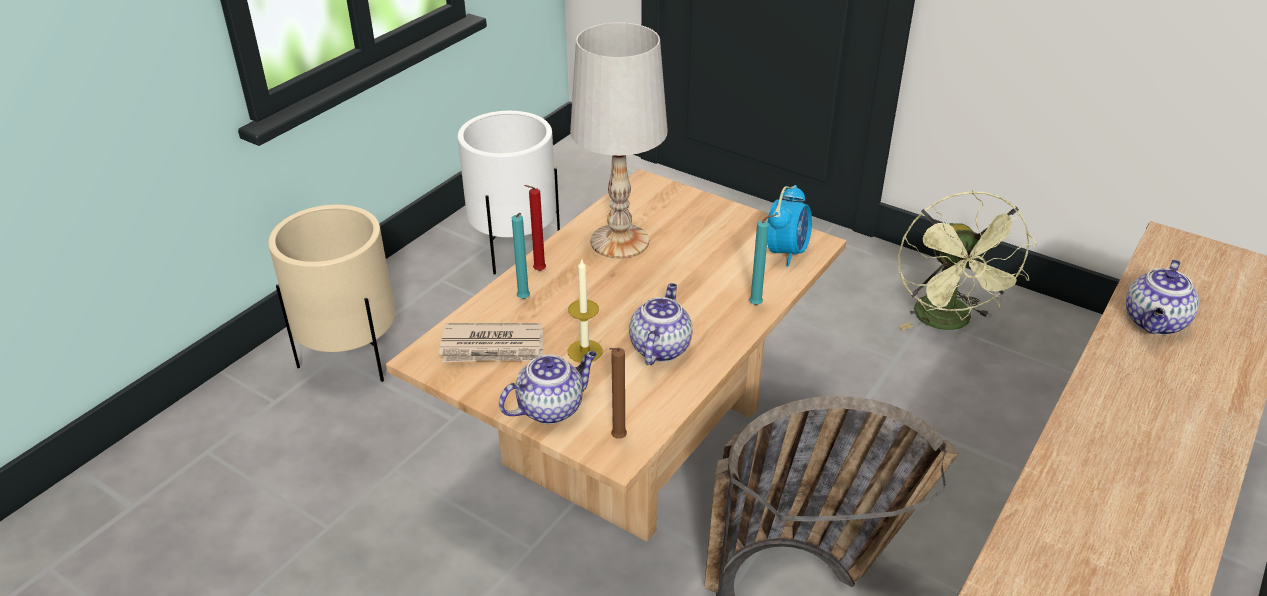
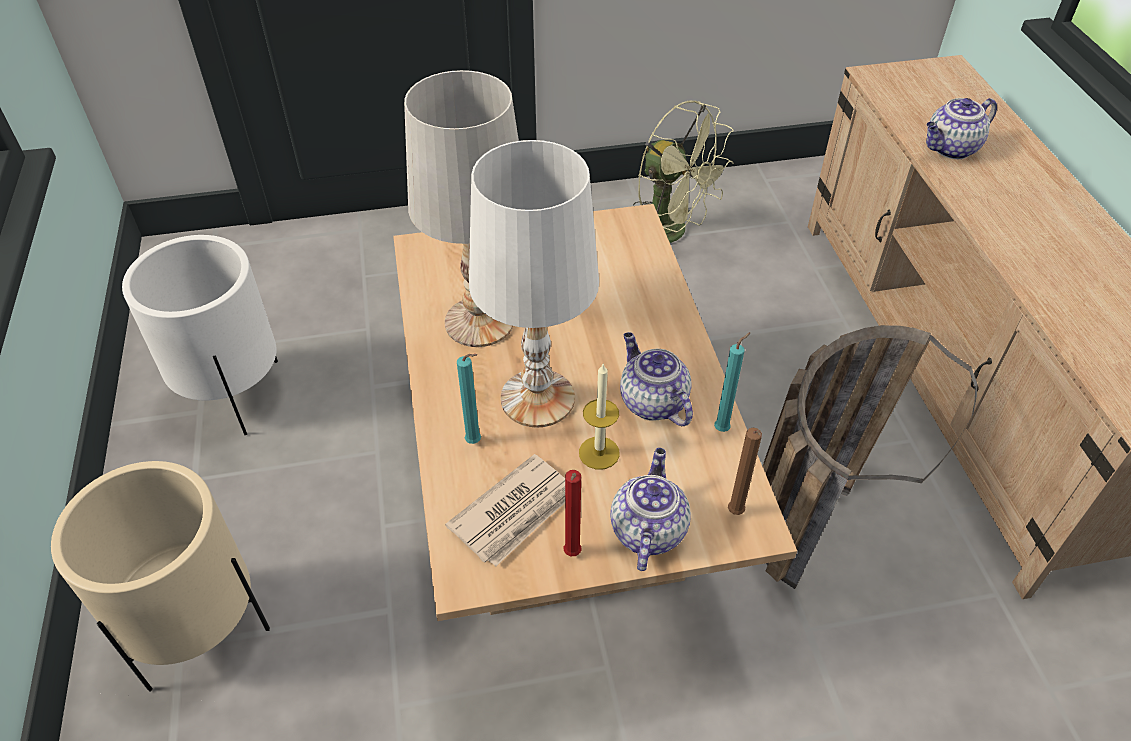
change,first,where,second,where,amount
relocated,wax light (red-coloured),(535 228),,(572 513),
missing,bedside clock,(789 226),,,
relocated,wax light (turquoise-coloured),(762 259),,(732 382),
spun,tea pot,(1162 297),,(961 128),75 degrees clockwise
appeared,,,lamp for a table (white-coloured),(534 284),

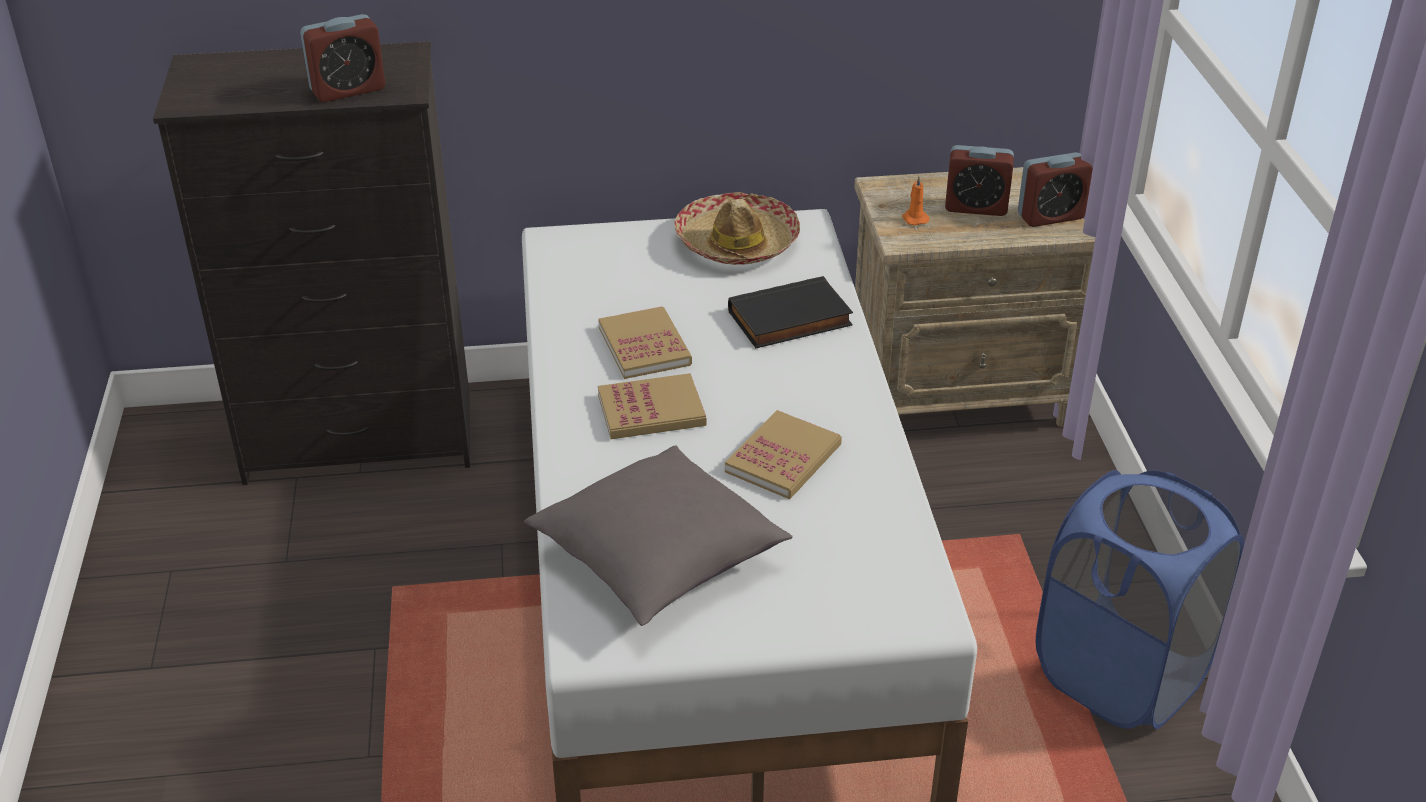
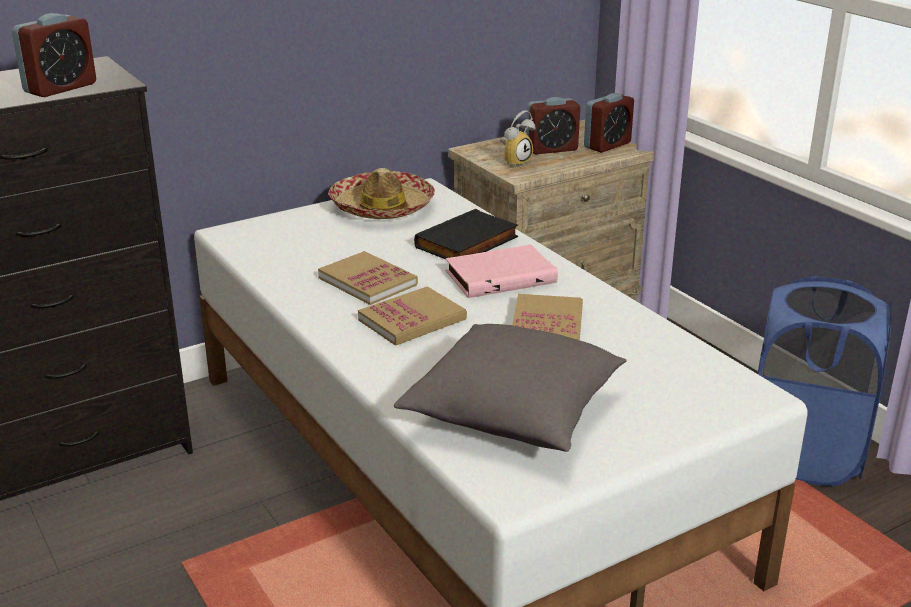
change,first,where,second,where,amount
exchanged,wax light (orange),(916 201),bedside clock,(518 139),
appeared,,,volume (pinkish),(502 271),

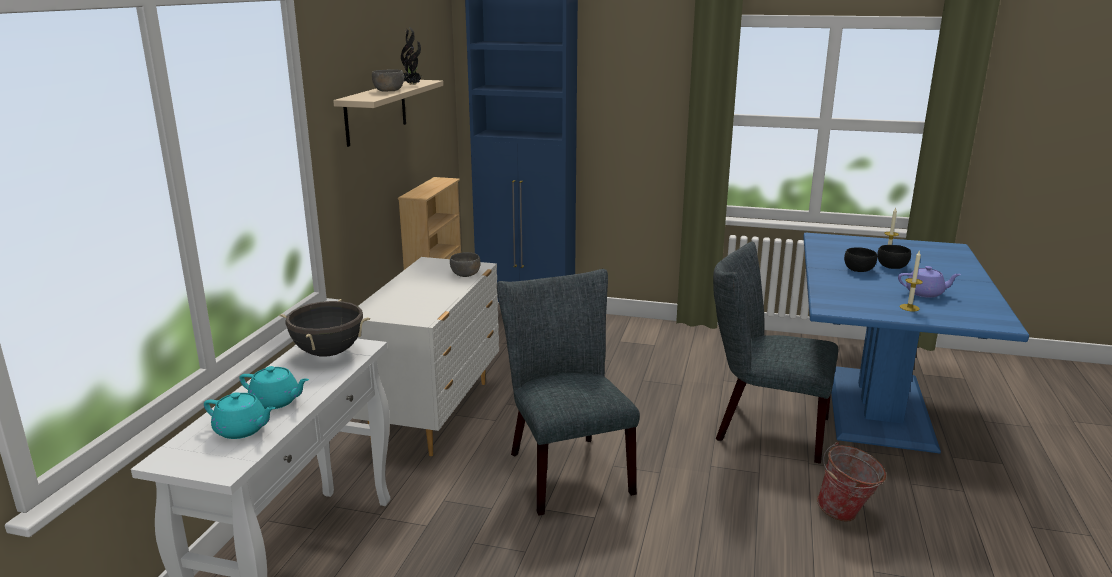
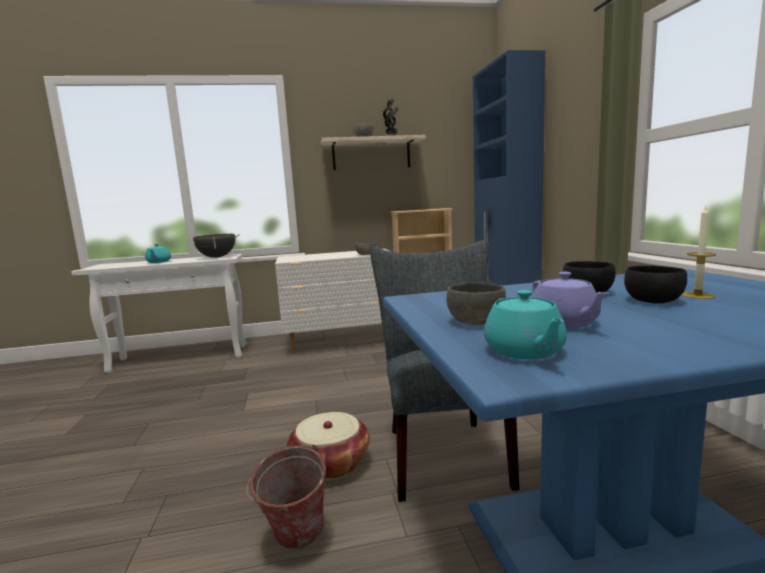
change,first,where,second,where,amount
exchanged,wax light,(911 281),serving bowl (greyish),(476 303),
missing,upright chair (greyish),(568 392),,,
relocated,tea pot (turquoise-coloured),(239 415),,(525 324),
appeared,,,basket,(328 446),

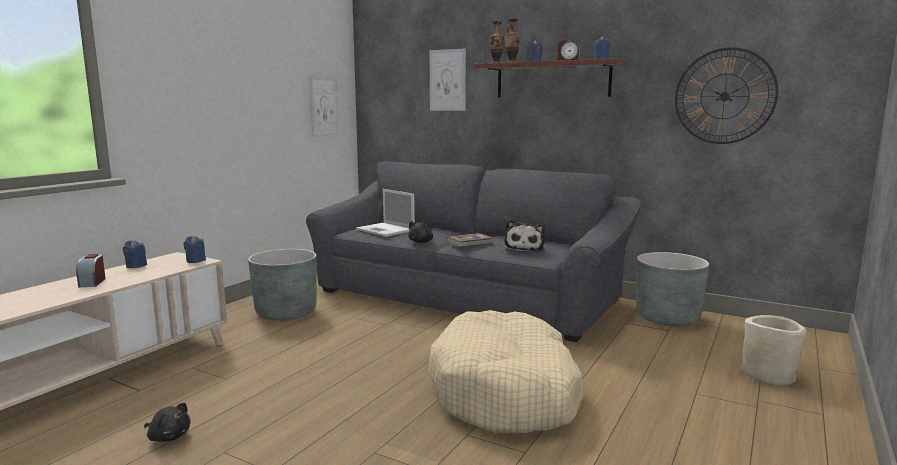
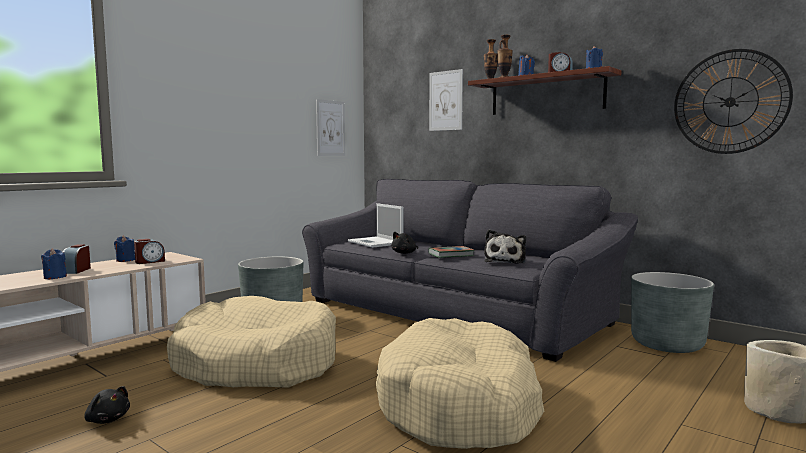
change,first,where,second,where,amount
relocated,wax light (blue-coloured),(195 249),,(54 263),
appeared,,,bedside clock,(149 251),
appeared,,,pet bed (sand-coloured),(251 342),

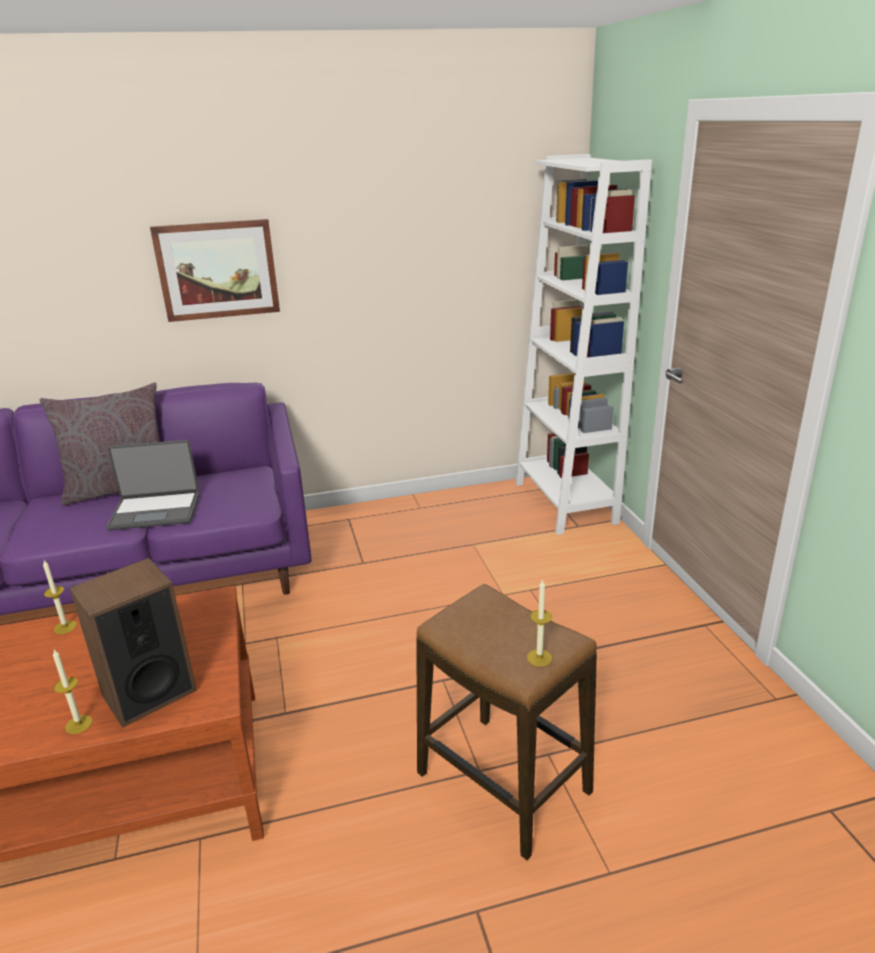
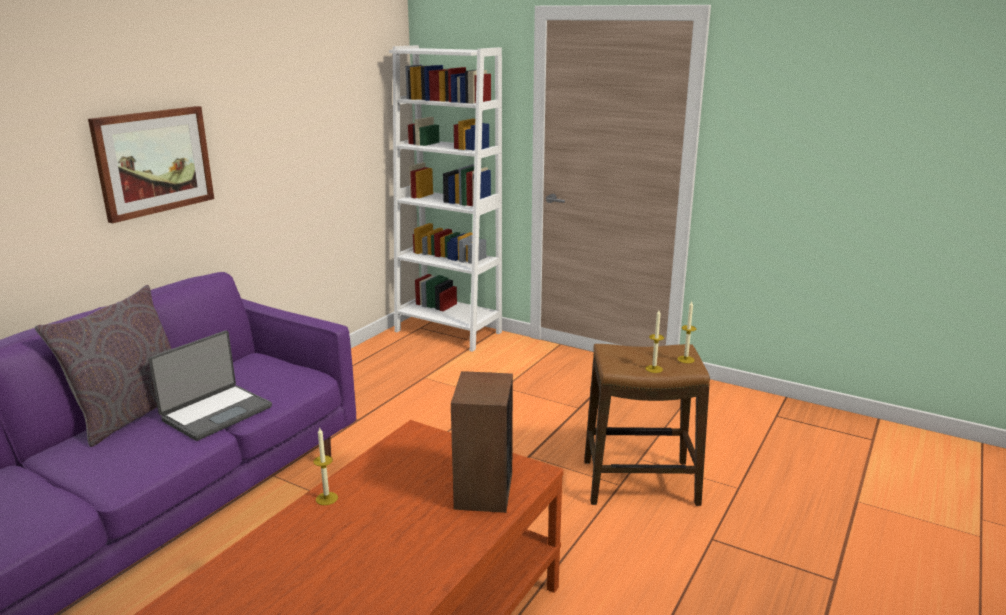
change,first,where,second,where,amount
relocated,wax light,(73 692),,(655 341),

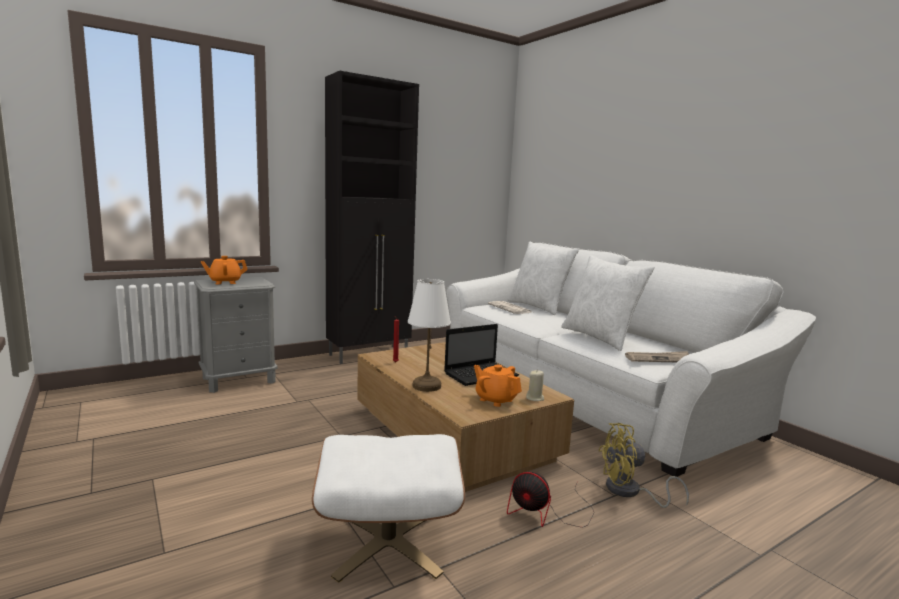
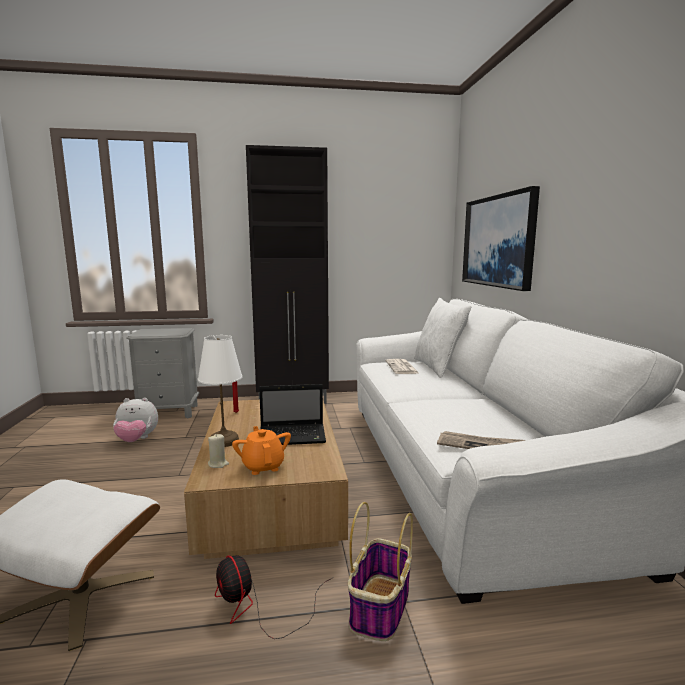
change,first,where,second,where,amount
missing,pillow (white-coloured),(608 303),,,
missing,tea pot (orange),(224 270),,,
relocated,wax light (sand-coloured),(535 385),,(218 451),
exchanged,fan (yellow-coloured),(643 465),basket,(380 571),
appeared,,,wall art,(501 238),
appeared,,,plush toy,(135 420),

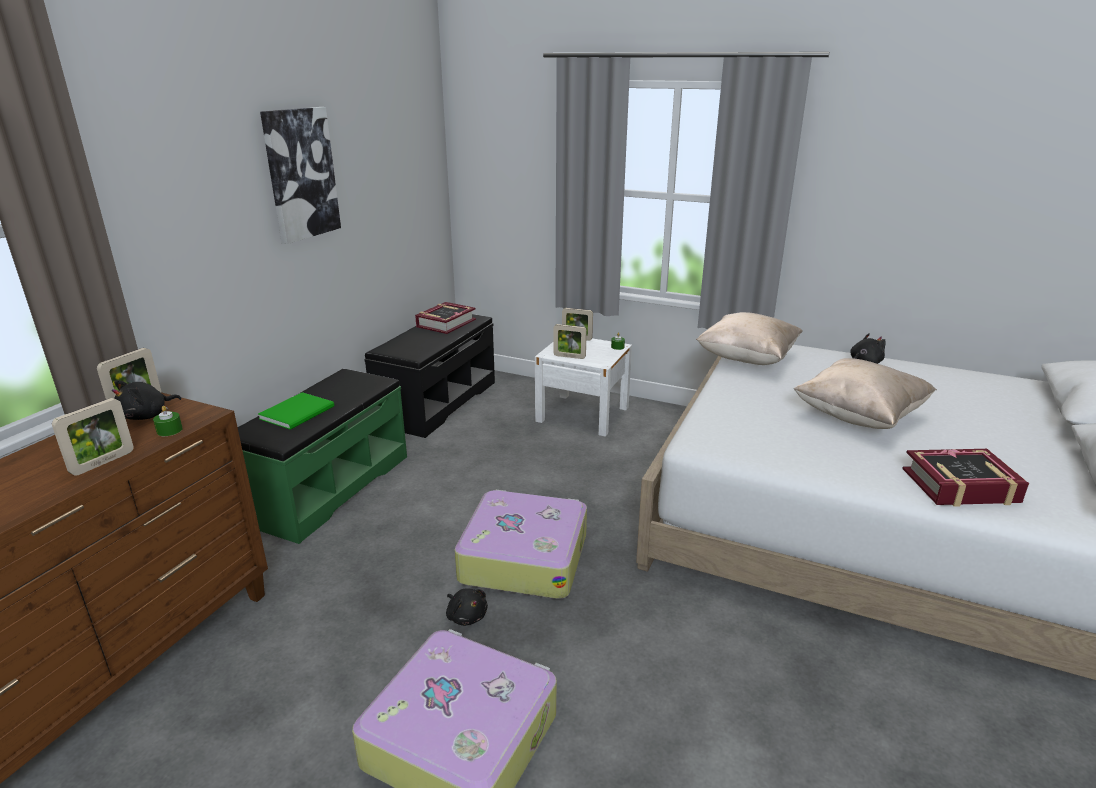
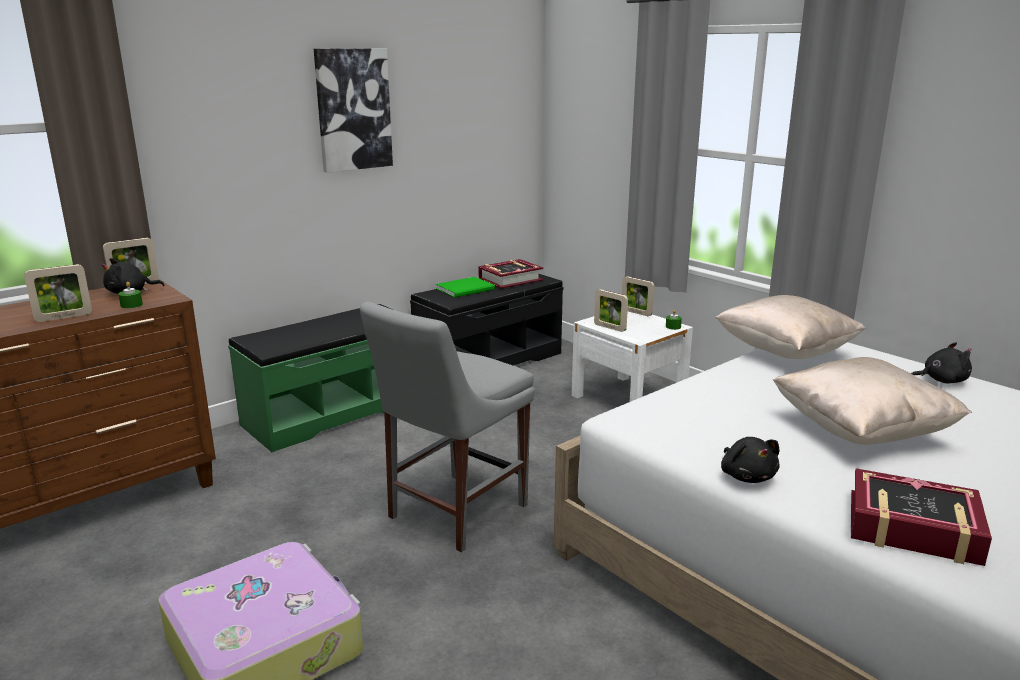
change,first,where,second,where,amount
relocated,volume (greenish),(296 411),,(465 287),
exchanged,suitcase,(521 544),upright chair (greyish),(447 427),
relocated,plush toy (black-coloured),(467 607),,(750 460),

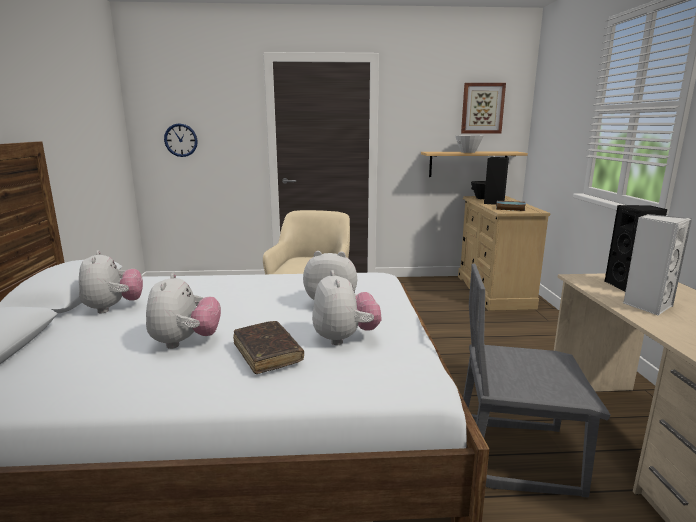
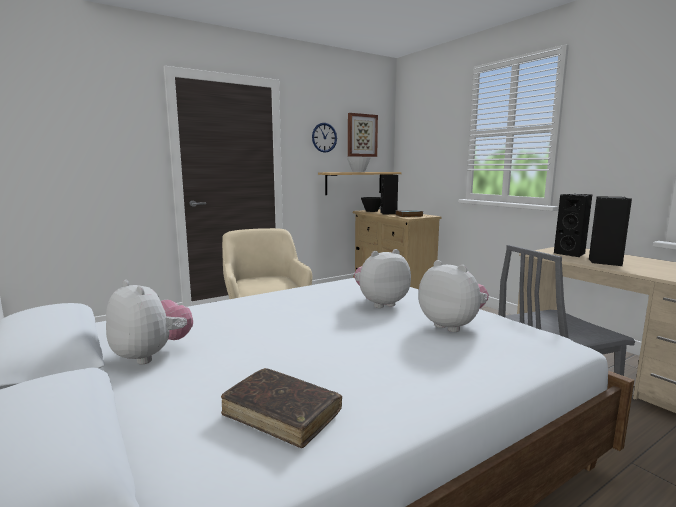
change,first,where,second,where,amount
relocated,clock on the wall,(181 140),,(324 138),
colour,speaker (white-coloured),(657 265),speaker (black-coloured),(610 231),
missing,plush toy,(183 311),,,
relocated,volume (brownish),(268 347),,(281 408),

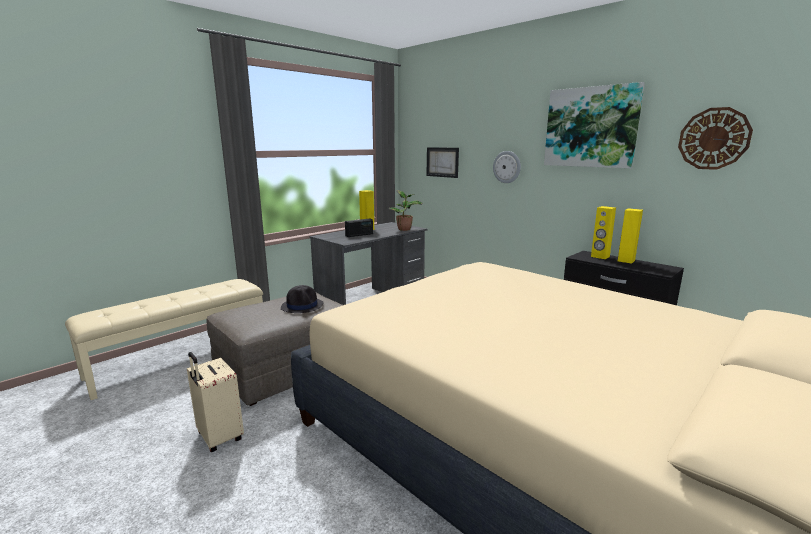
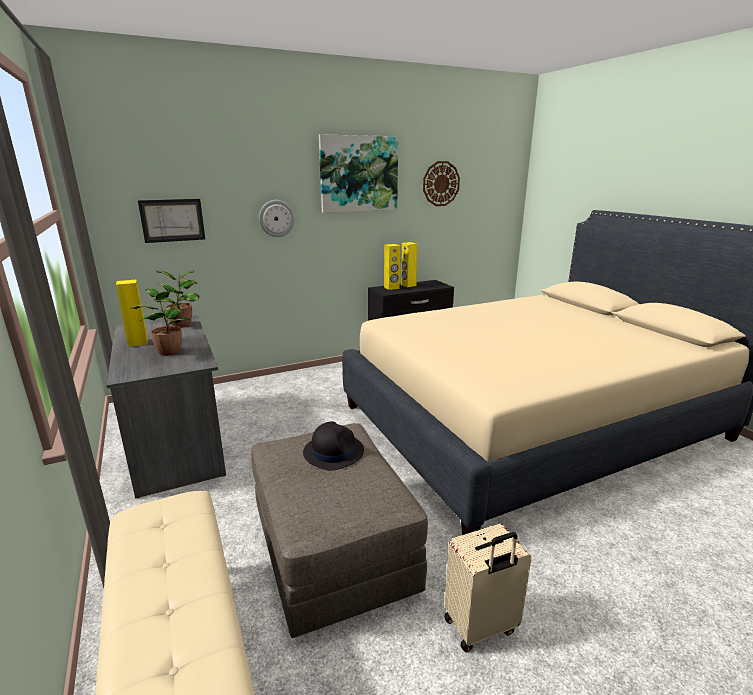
change,first,where,second,where,amount
exchanged,radio set,(359 228),houseplant,(160 322),

